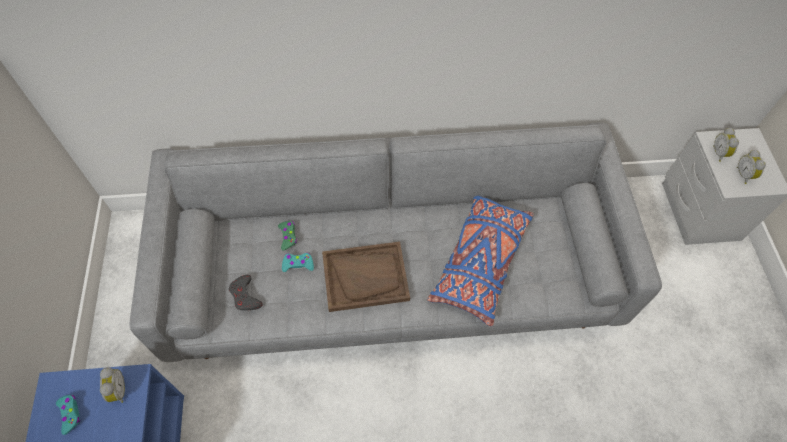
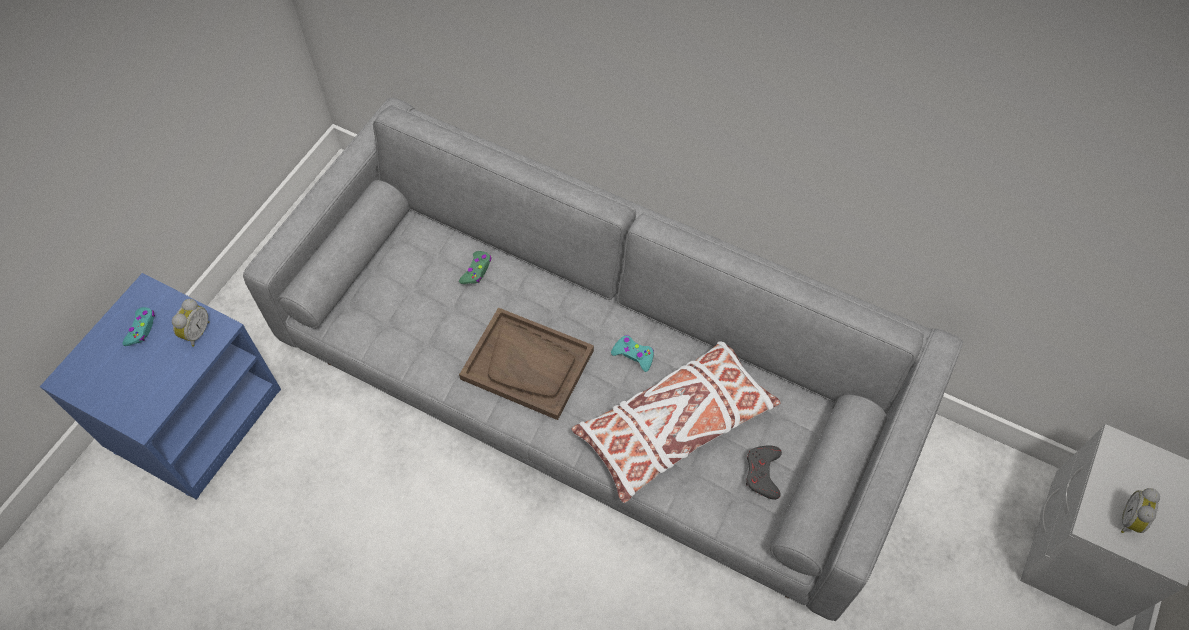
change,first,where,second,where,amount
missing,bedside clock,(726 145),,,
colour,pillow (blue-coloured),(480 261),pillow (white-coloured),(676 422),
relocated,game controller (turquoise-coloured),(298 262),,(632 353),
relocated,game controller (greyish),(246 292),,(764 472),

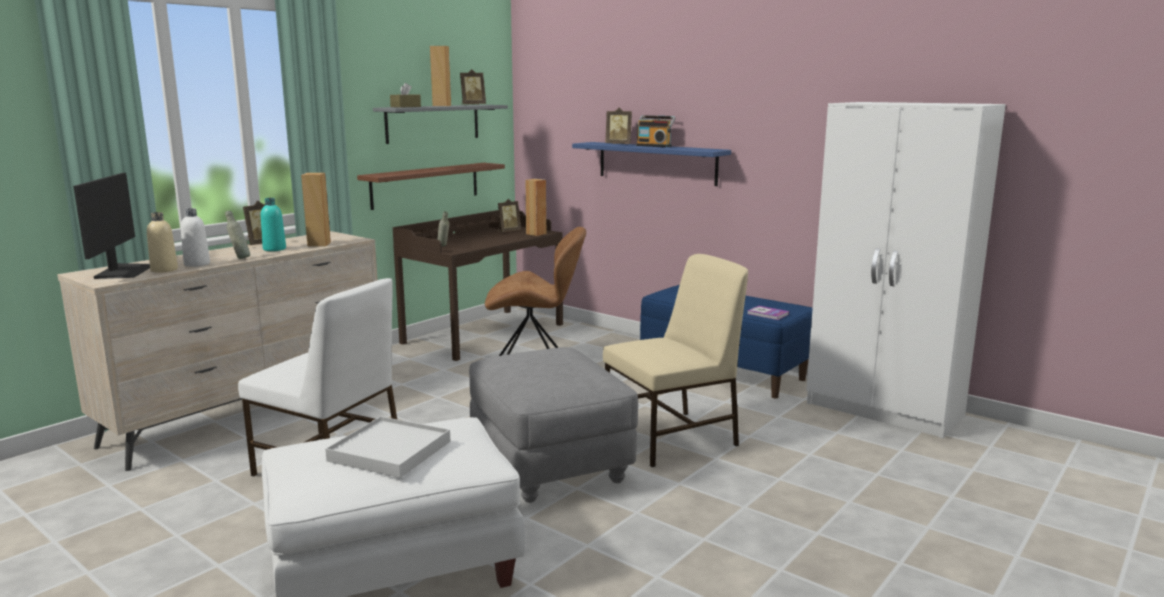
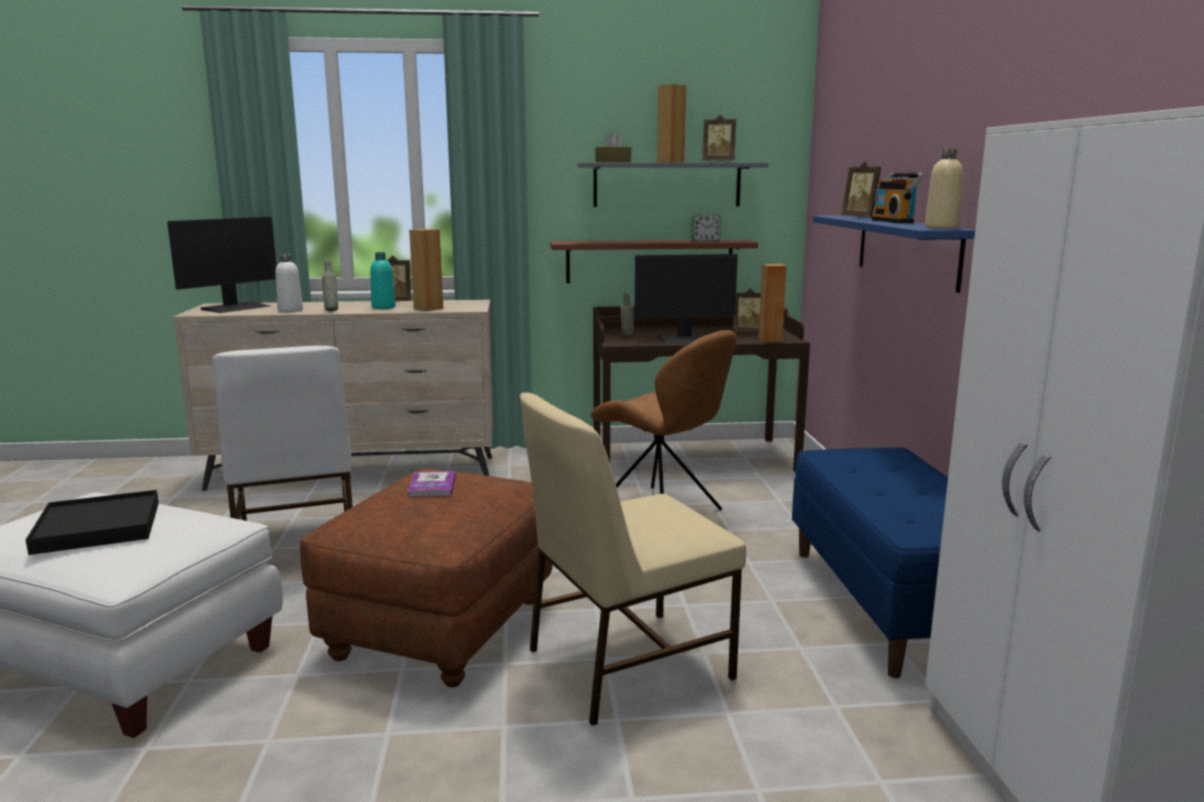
change,first,where,second,where,amount
relocated,beverage bottle (sand-coloured),(162 242),,(944 189),
spun,upright chair (sand-coloured),(675 360),,(633 559),135 degrees clockwise
relocated,volume,(768 313),,(432 484),
colour,pouffe (greyish),(553 425),pouffe (brownish),(426 578),
colour,serving tray (white-coloured),(387 447),serving tray (black-coloured),(92 522),
appeared,,,bedside clock,(705 227),
appeared,,,monitor,(686 299),

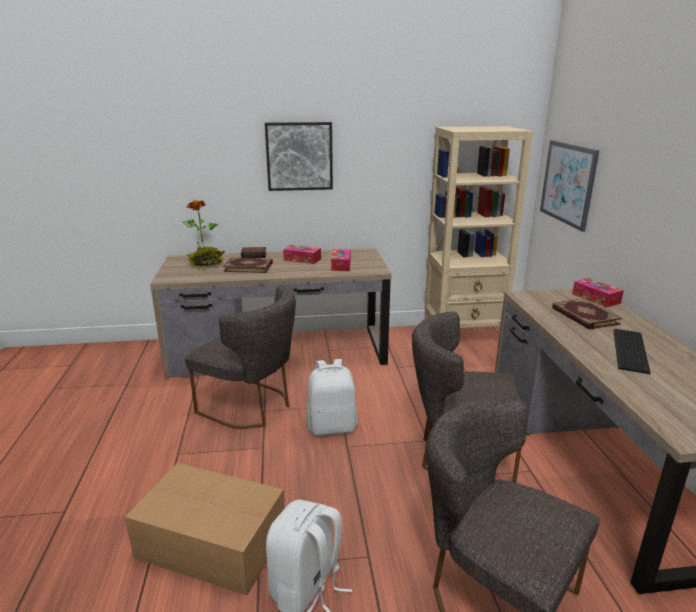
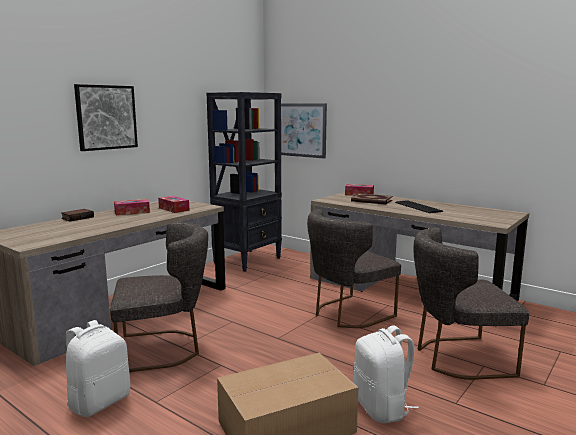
change,first,where,second,where,amount
colour,shelving unit (sand-coloured),(479 227),shelving unit (black-coloured),(244 182),
missing,houseplant,(204 233),,,
missing,volume,(248 265),,,
relocated,knapsack (white-coloured),(332 397),,(97 368),

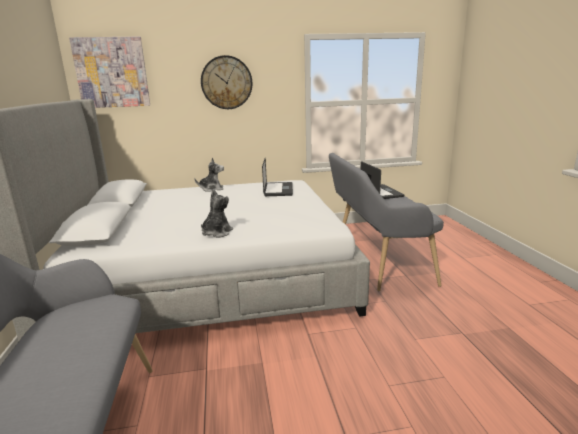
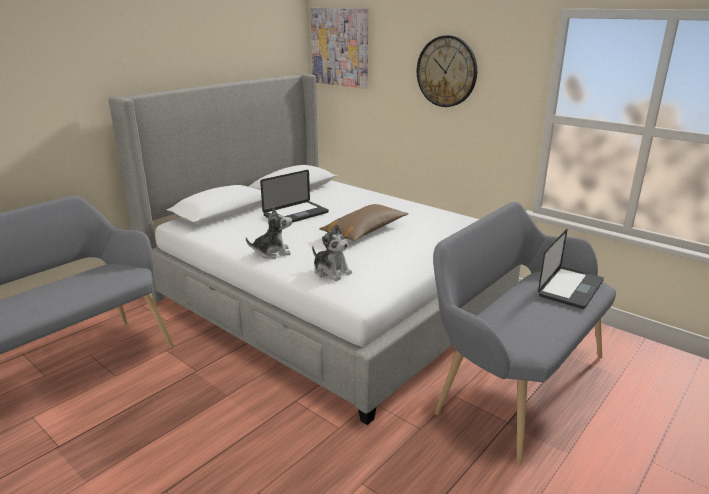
change,first,where,second,where,amount
relocated,plush toy,(209 175),,(332 252),
relocated,portable computer,(277 177),,(294 196),
appeared,,,pillow (brownish),(364 222),

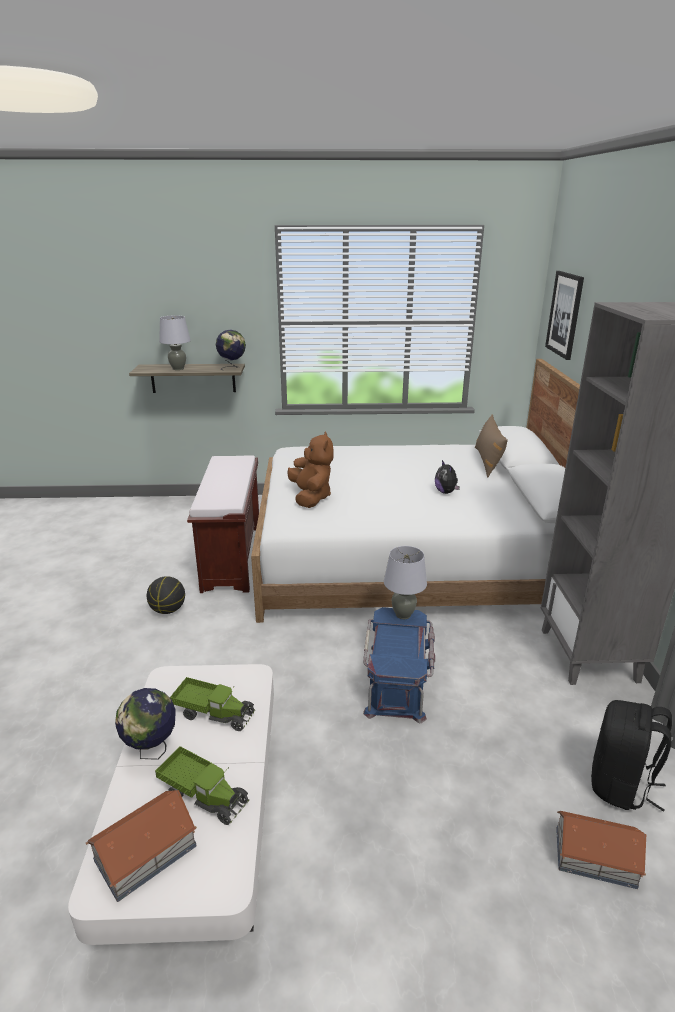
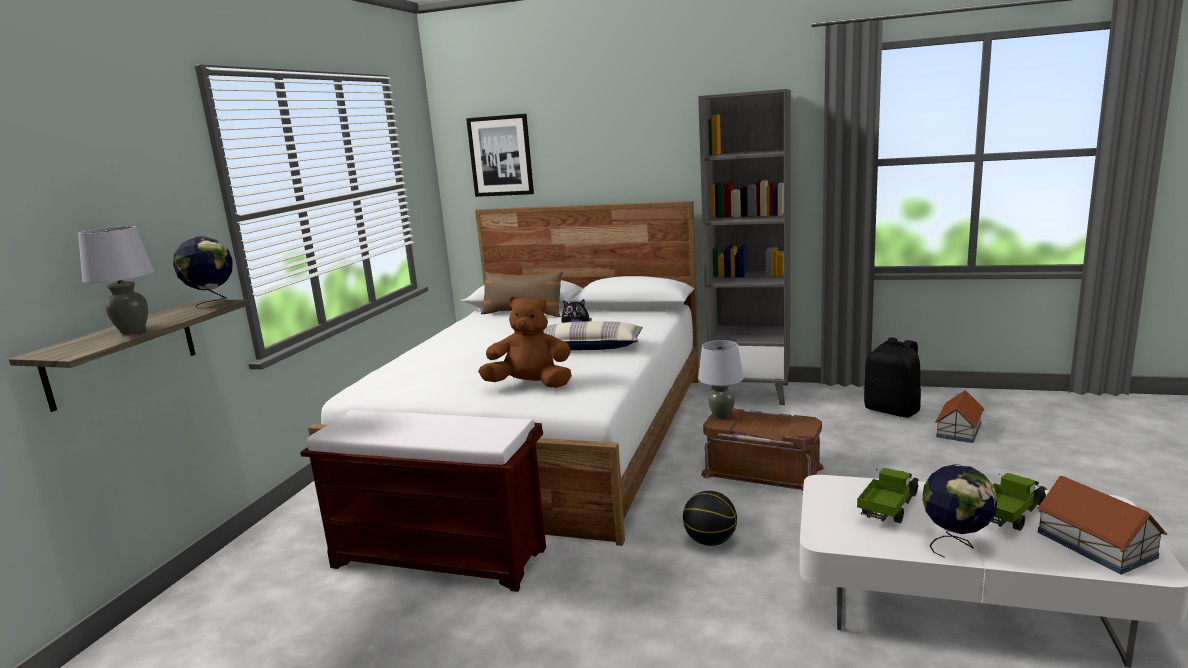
change,first,where,second,where,amount
relocated,ball for basketball,(166 595),,(710 518),
colour,storage box (blue-coloured),(399 665),storage box (brownish),(762 449),
appeared,,,pillow,(593 335),

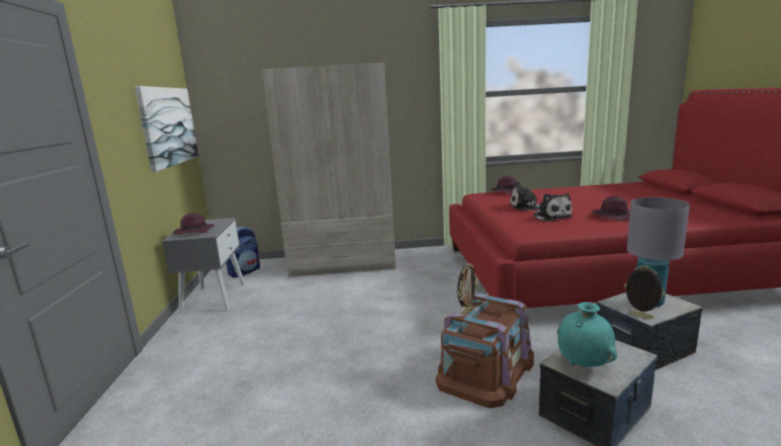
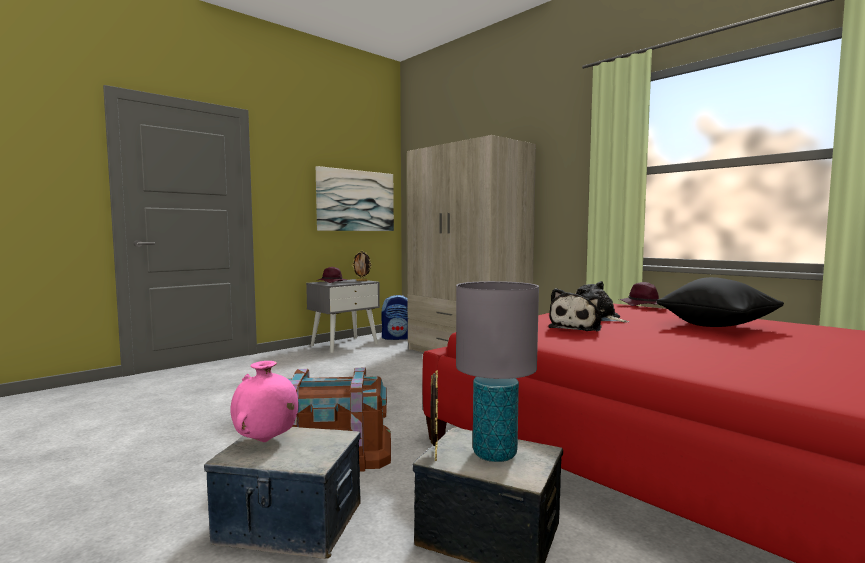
change,first,where,second,where,amount
missing,clothing hat (purplish),(611 208),,,
relocated,standing frame,(467 289),,(362 266),
colour,vase (turquoise-coloured),(587 334),vase (pinkish),(264 401),
appeared,,,pillow (black-coloured),(720 302),

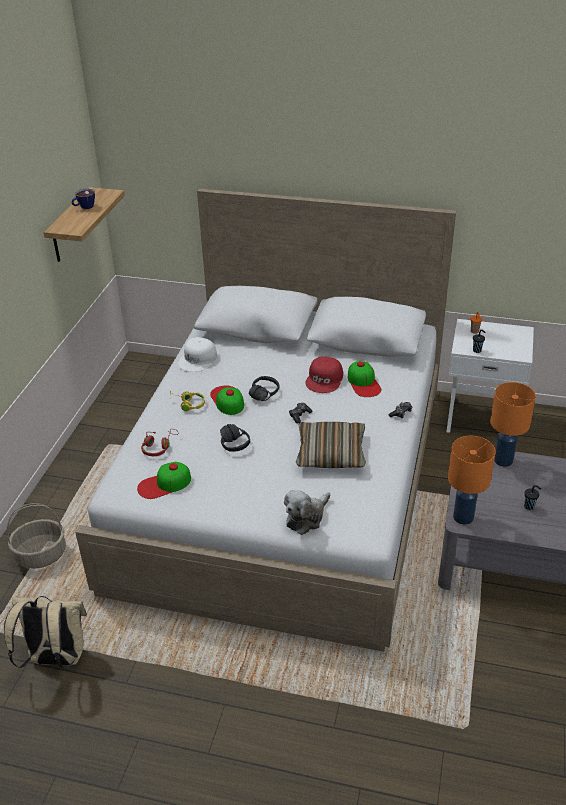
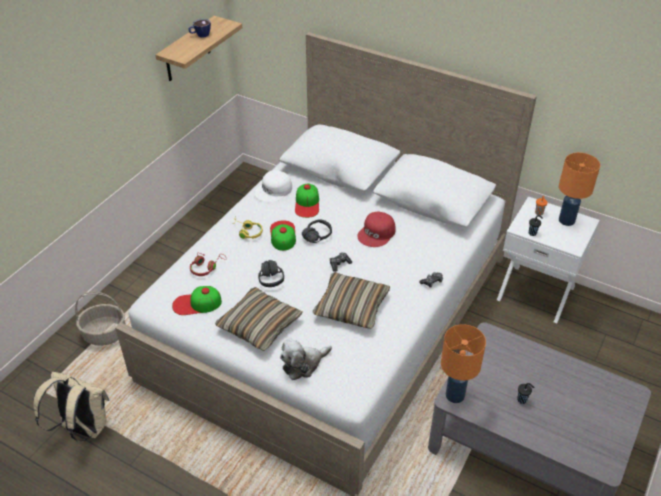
change,first,where,second,where,amount
relocated,baseball cap,(364 379),,(307 201),
relocated,lamp for a table (orange),(513 424),,(579 189),
appeared,,,pillow,(259 319),

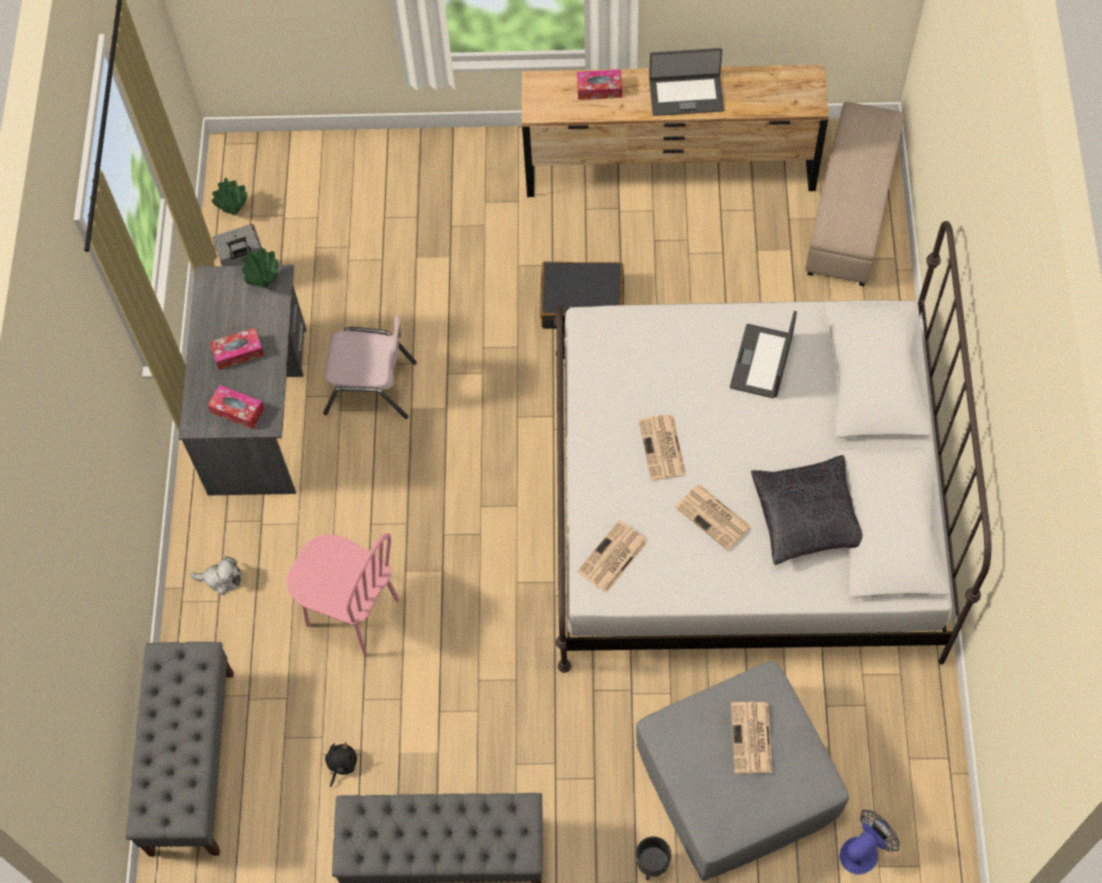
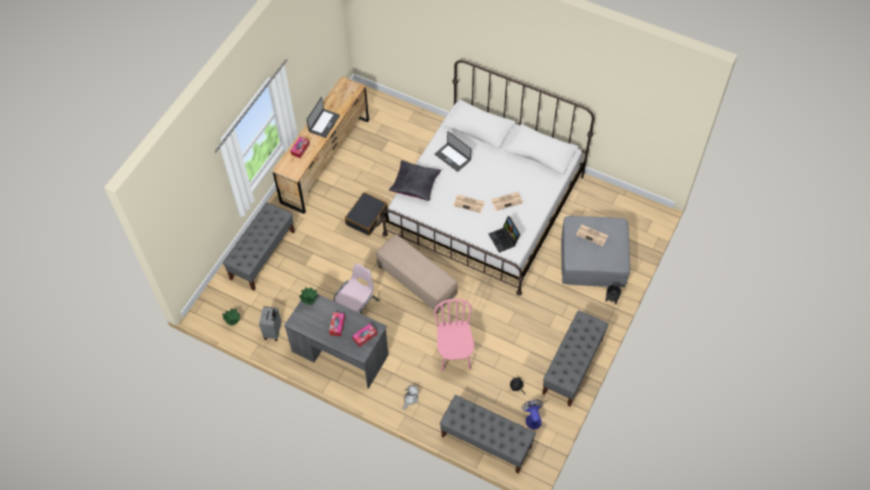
change,first,where,second,where,amount
relocated,pouffe (sand-coloured),(855 194),,(417 273),
relocated,pillow (black-coloured),(806 510),,(415 180),
exchanged,newspaper,(612 556),portable computer,(504 234),
spun,upright chair (pinkish),(343 595),,(454 335),60 degrees counterclockwise
relocated,fan,(869 842),,(532 414),
appeared,,,bench (greyish),(259 246),

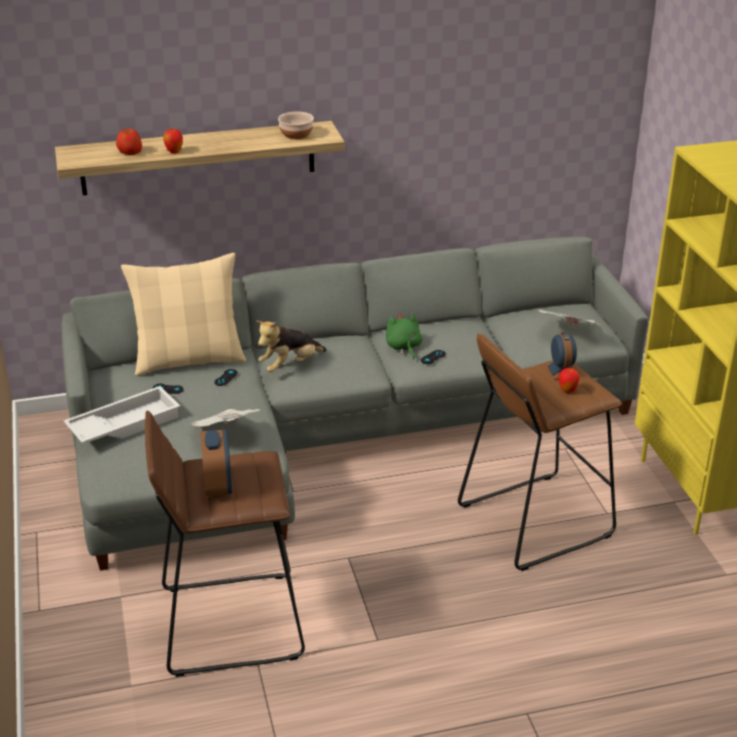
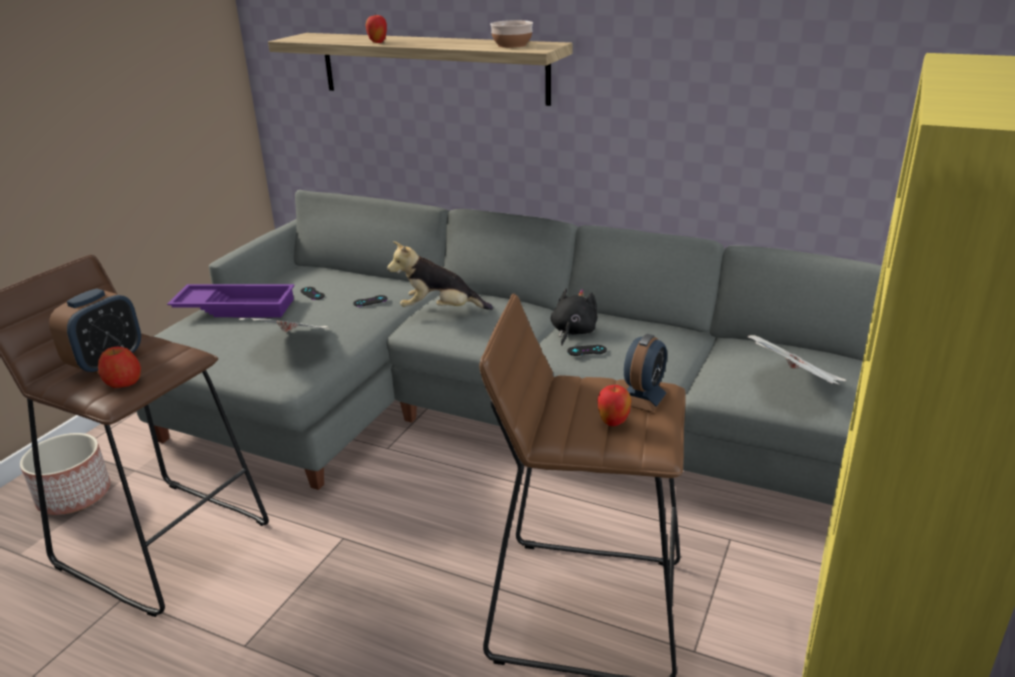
change,first,where,second,where,amount
relocated,apple fruit,(129 142),,(119 367),
missing,pillow (sand-coloured),(183 314),,,
colour,plush toy (greenish),(404 336),plush toy (black-coloured),(574 317),
colour,serving tray (white-coloured),(121 415),serving tray (purplish),(231 301),
appeared,,,planter,(65 474),

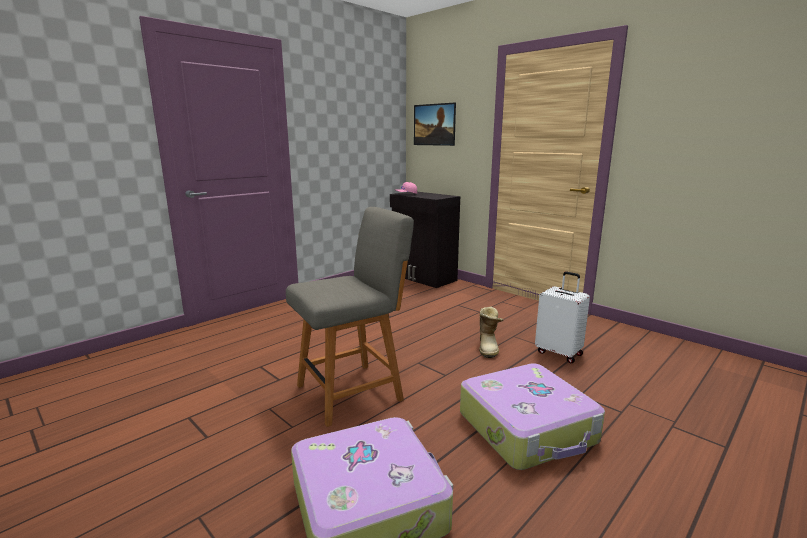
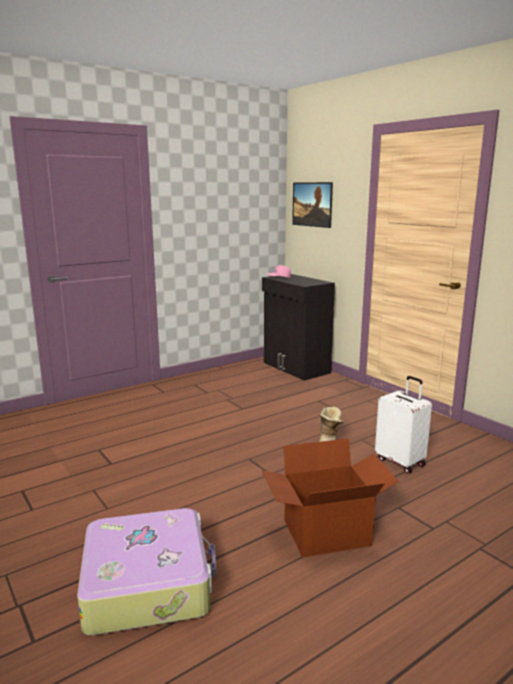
change,first,where,second,where,amount
missing,upright chair (greyish),(350 317),,,
exchanged,suitcase,(532 416),packing box,(330 497),

